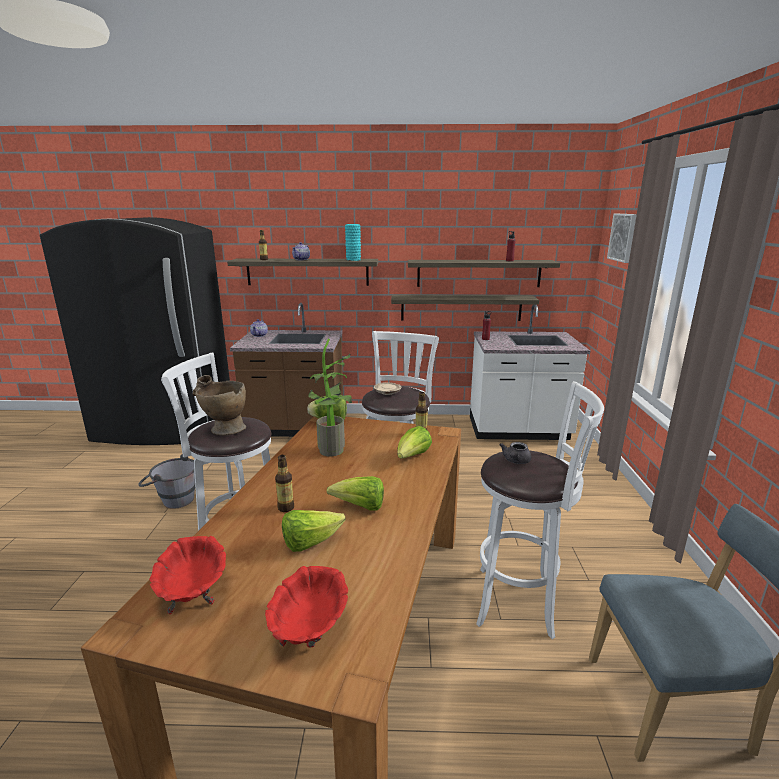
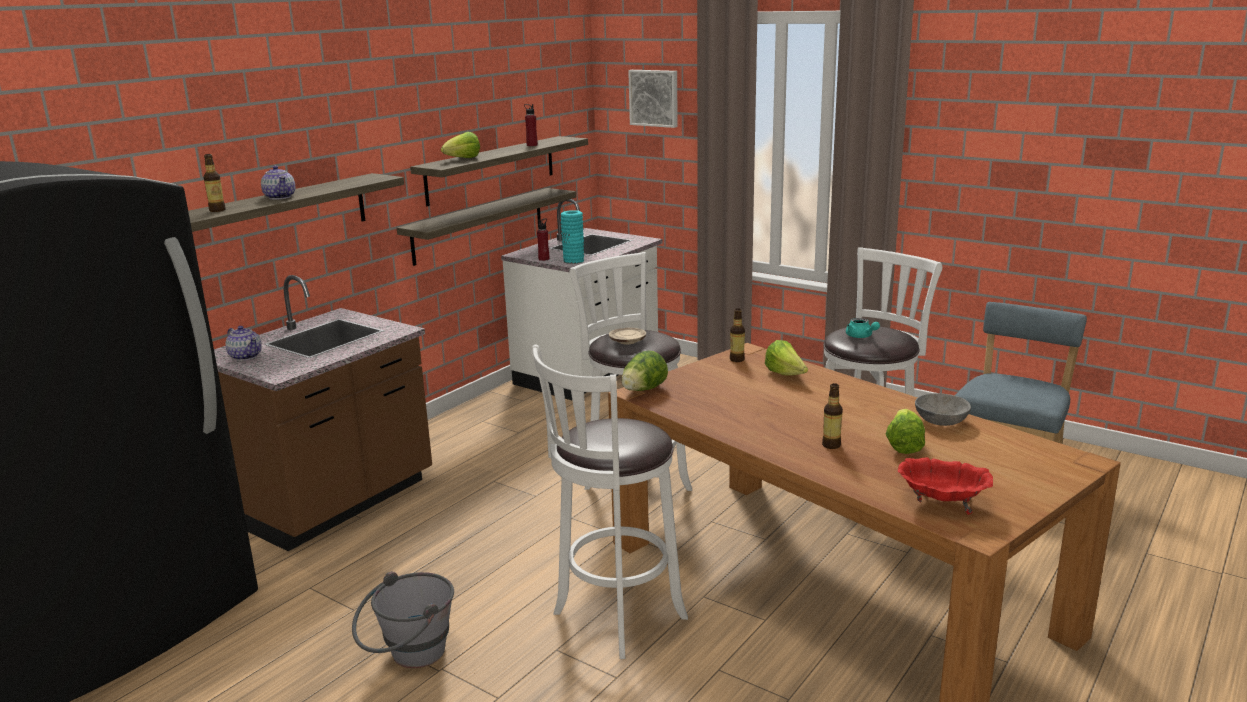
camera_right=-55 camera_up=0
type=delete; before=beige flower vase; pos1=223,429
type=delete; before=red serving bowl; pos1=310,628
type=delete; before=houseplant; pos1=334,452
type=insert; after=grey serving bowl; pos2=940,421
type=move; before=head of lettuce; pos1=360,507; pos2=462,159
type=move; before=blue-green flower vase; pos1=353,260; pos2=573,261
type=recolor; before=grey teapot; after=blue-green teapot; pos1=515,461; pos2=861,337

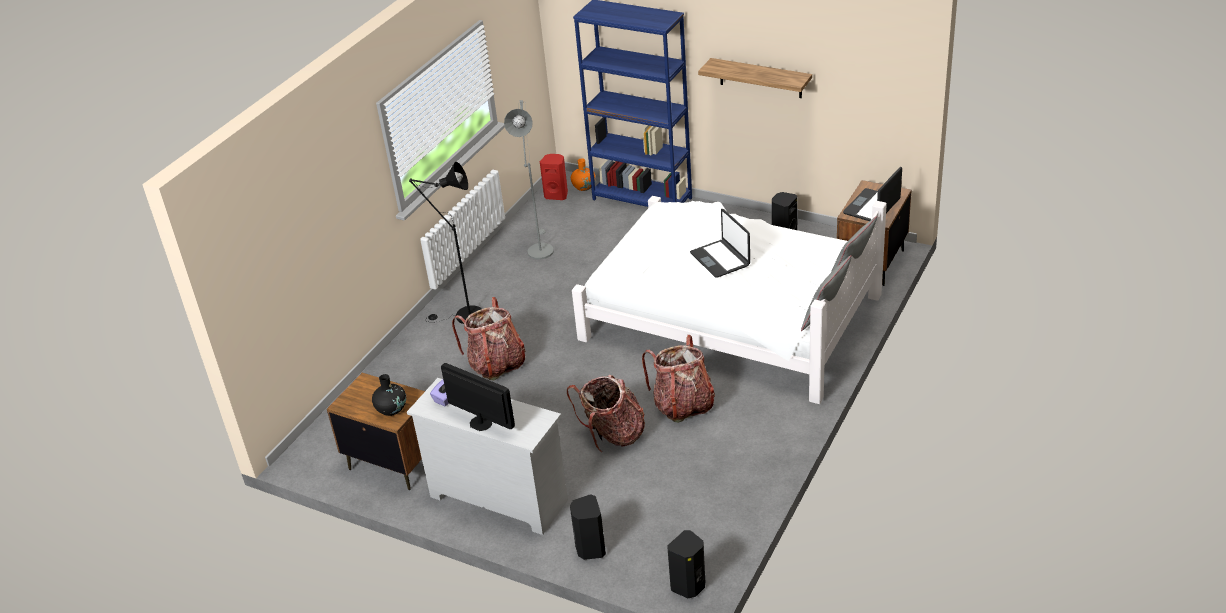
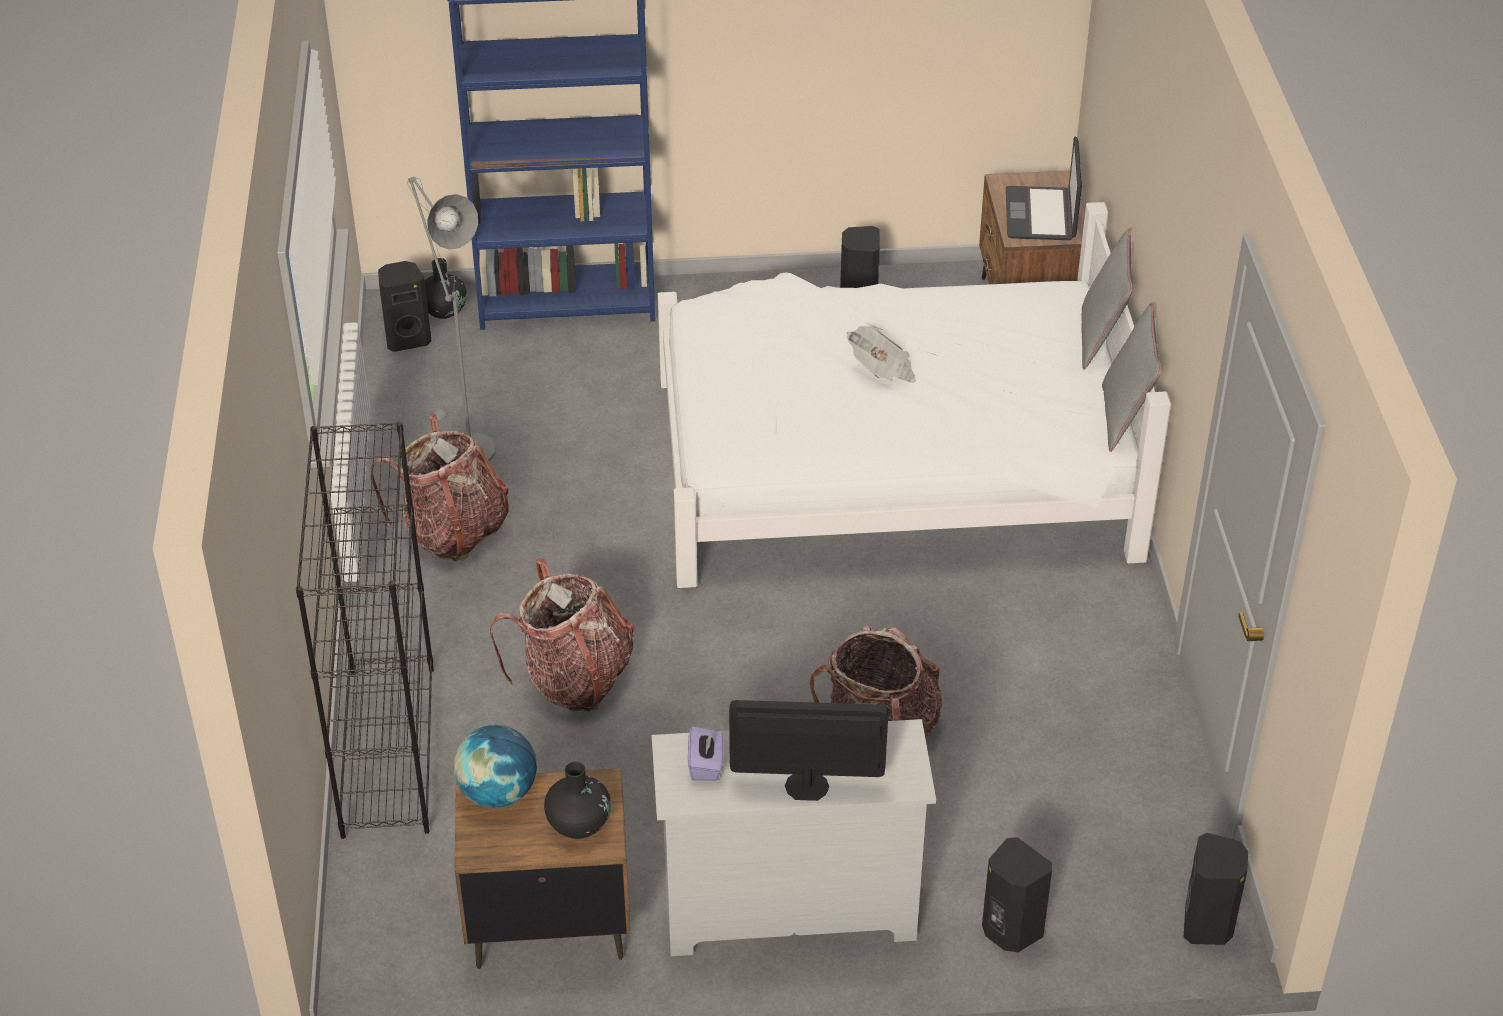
camera_right=-35 camera_up=5
type=delete; before=blackish standing lamp; pos1=464,316
type=delete; before=bracket shelf; pos1=760,78
type=insert; after=blackish bookshelf; pos2=387,749
type=insert; after=desk globe; pos2=498,793
type=move; before=rucksack; pos1=683,405; pos2=452,532
type=replace; before=portable computer; after=newspaper; pos1=720,259; pos2=882,371
type=recolor; before=red loudspeaker; after=blackish loudspeaker; pos1=557,195; pos2=407,339
type=recolor; before=orange-coloured flower vase; after=blackish flower vase; pos1=584,187; pos2=444,310

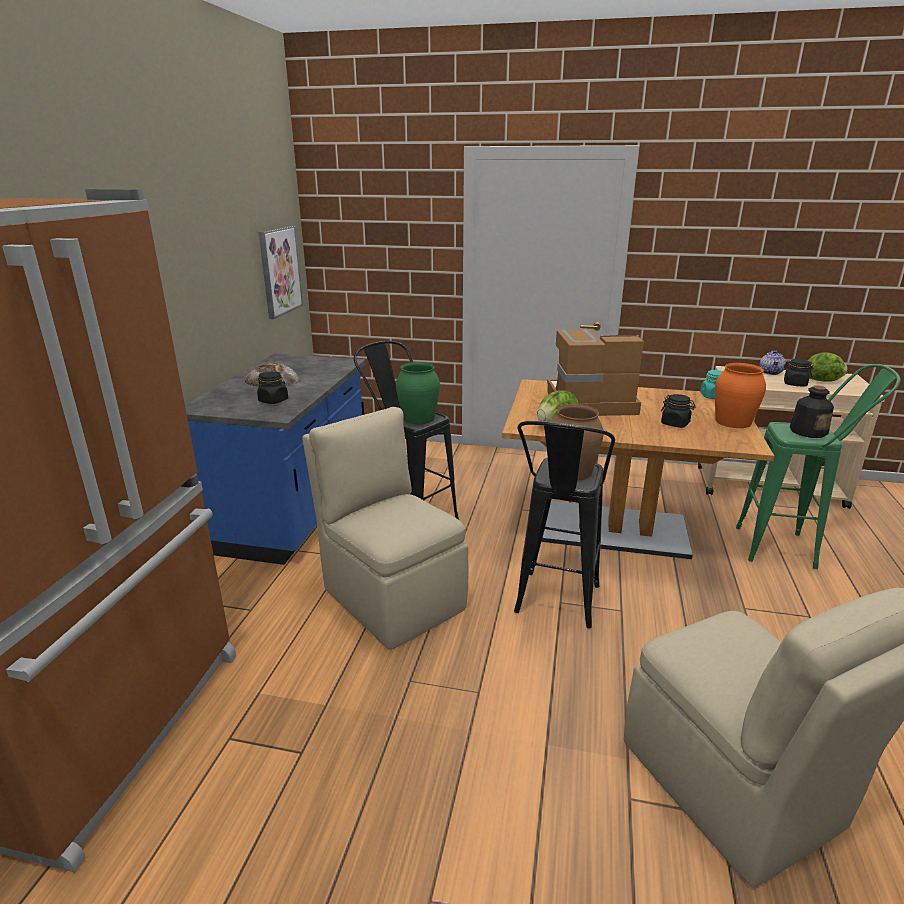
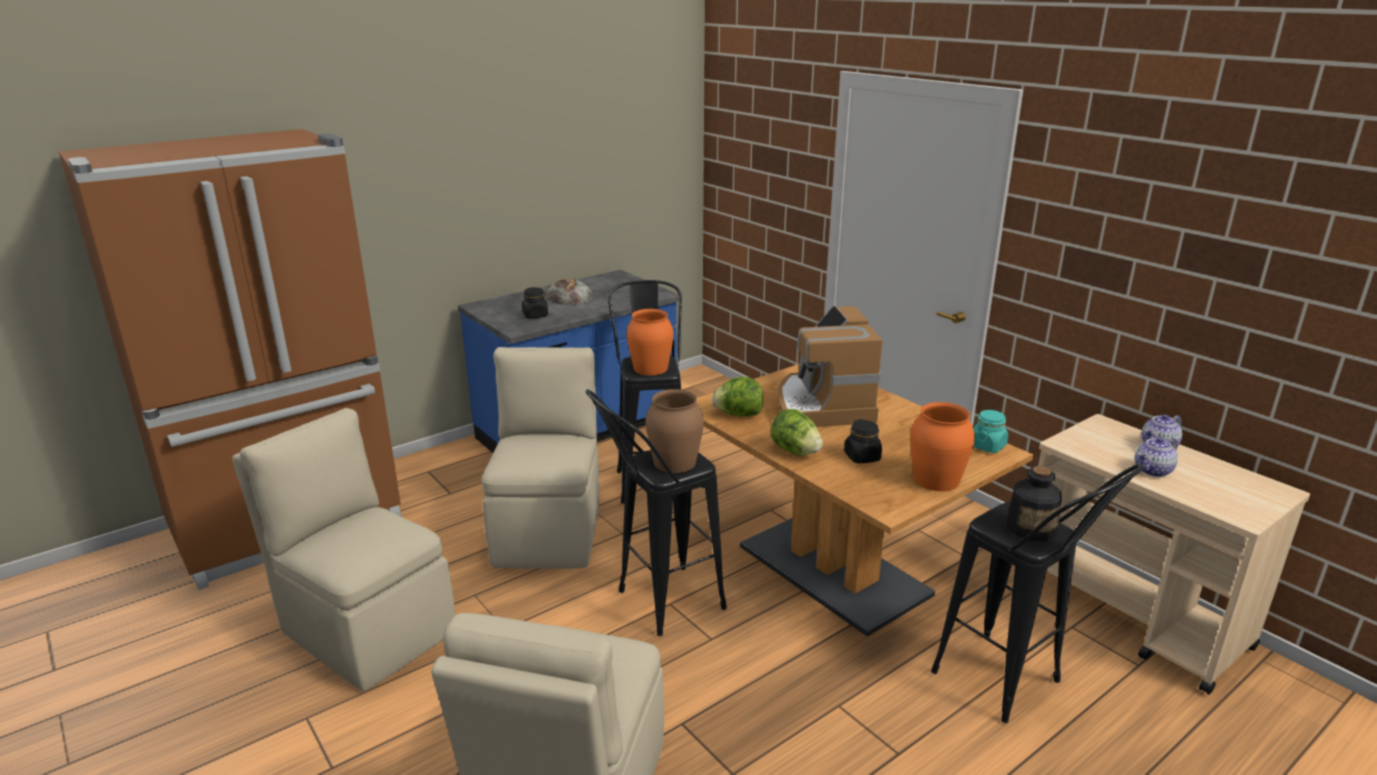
camera_right=40 camera_up=0
type=delete; before=wall art; pos1=279,271
type=insert; after=beige upright chair; pos2=366,629
type=move; before=head of lettuce; pos1=823,381; pos2=795,452
type=replace; before=blackish storage jar; after=teapot; pos1=794,384; pos2=1153,471
type=recolor; before=green flower vase; after=orange-coloured flower vase; pos1=418,418; pos2=650,368
type=recolor; before=green stool seat; after=blackish stool seat; pos1=789,549; pos2=1011,688
type=rotate; before=coffee brewer; pos1=589,403; pos2=822,405; turn=-135

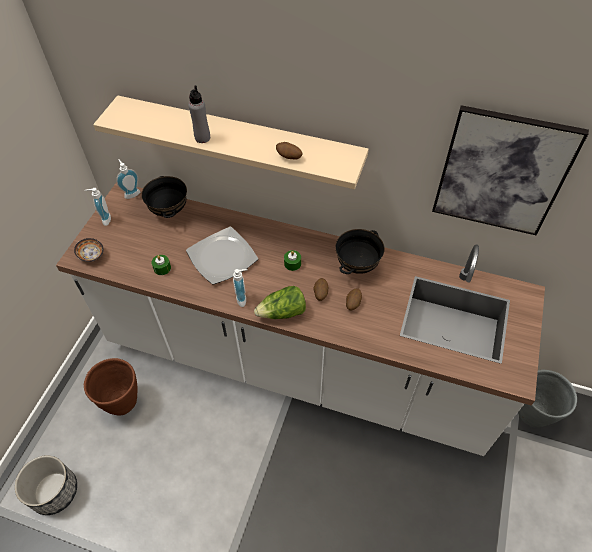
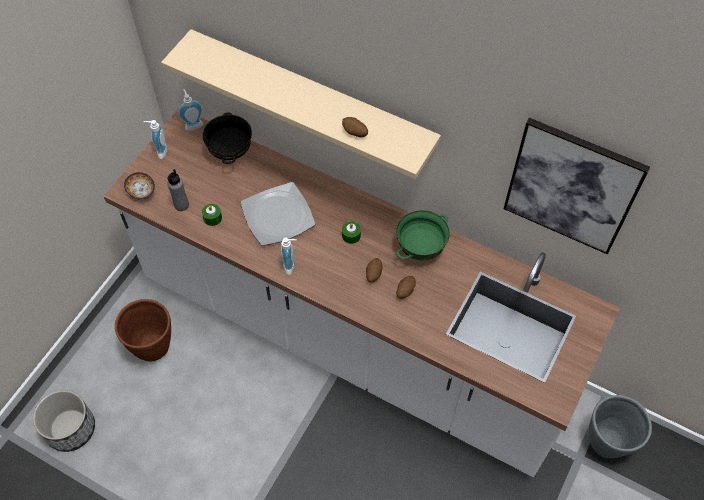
camera_right=10 camera_up=5
type=delete; before=head of lettuce; pos1=282,312
type=move; before=grey bottle; pos1=202,138; pos2=181,205
type=recolor; before=blackish serving bowl; after=green serving bowl; pos1=357,266; pos2=421,250

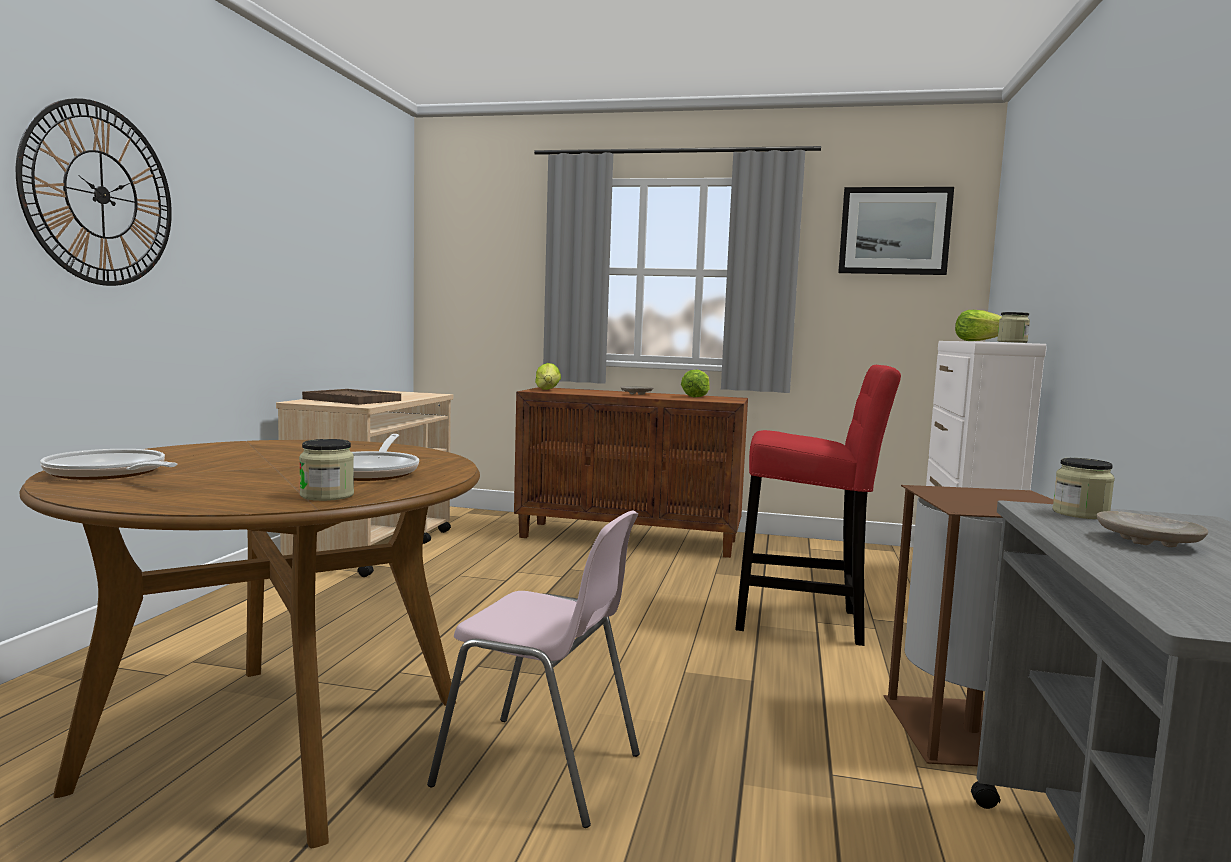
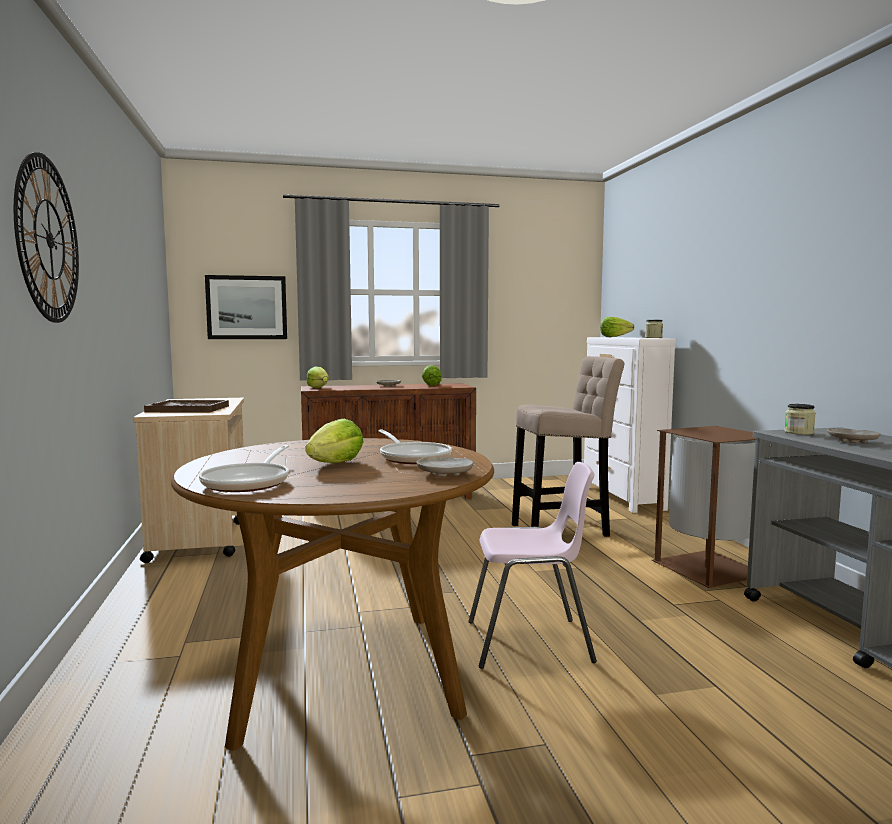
camera_right=-25 camera_up=0
type=insert; after=head of lettuce; pos2=336,464
type=move; before=wall art; pos1=894,231; pos2=247,307
type=replace; before=storage jar; after=beige plate; pos1=327,495; pos2=445,474
type=recolor; before=red stool seat; after=beige stool seat; pos1=806,623; pos2=564,529
type=rotate; before=skillet; pos1=110,474; pos2=249,482; turn=-90

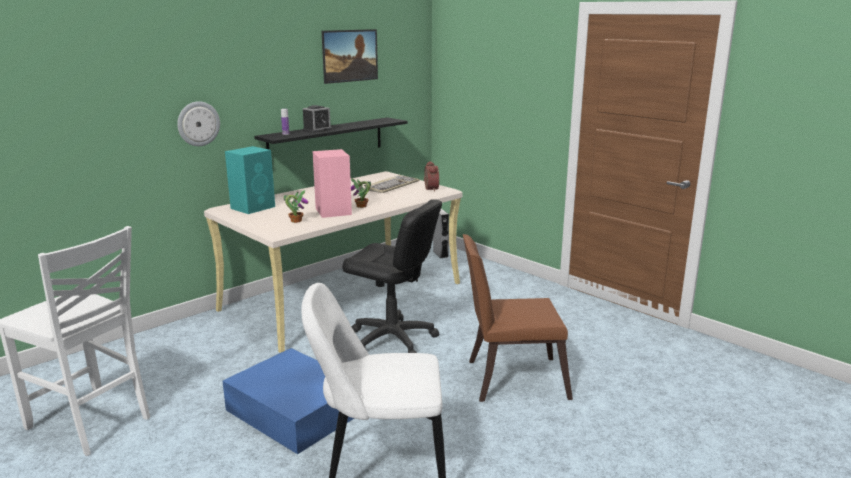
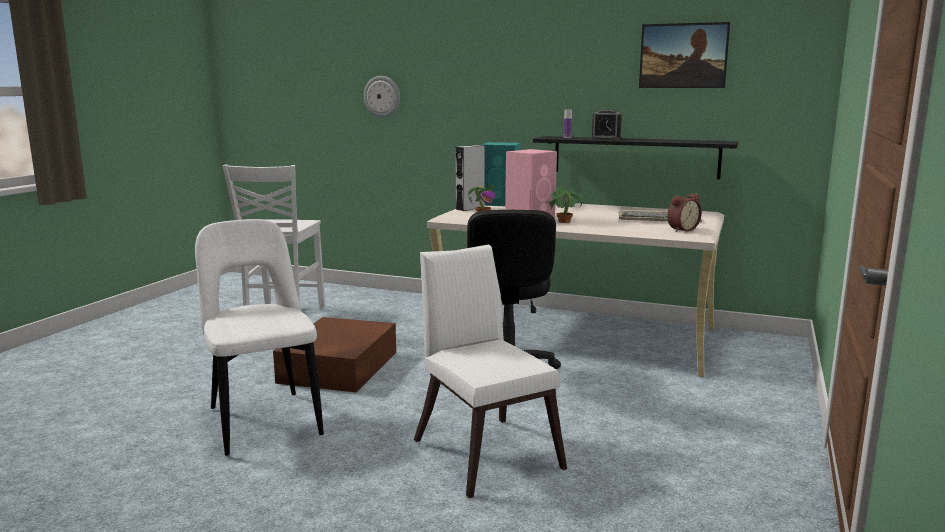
camera_right=65 camera_up=-5
type=move; before=hanging clock; pos1=198,123; pos2=382,96
type=move; before=grey loudspeaker; pos1=440,254; pos2=470,208
type=recolor; before=bluish storage box; after=brown storage box; pos1=295,412; pos2=337,367
type=recolor; before=brown upright chair; after=whitish upright chair; pos1=509,379; pos2=484,450

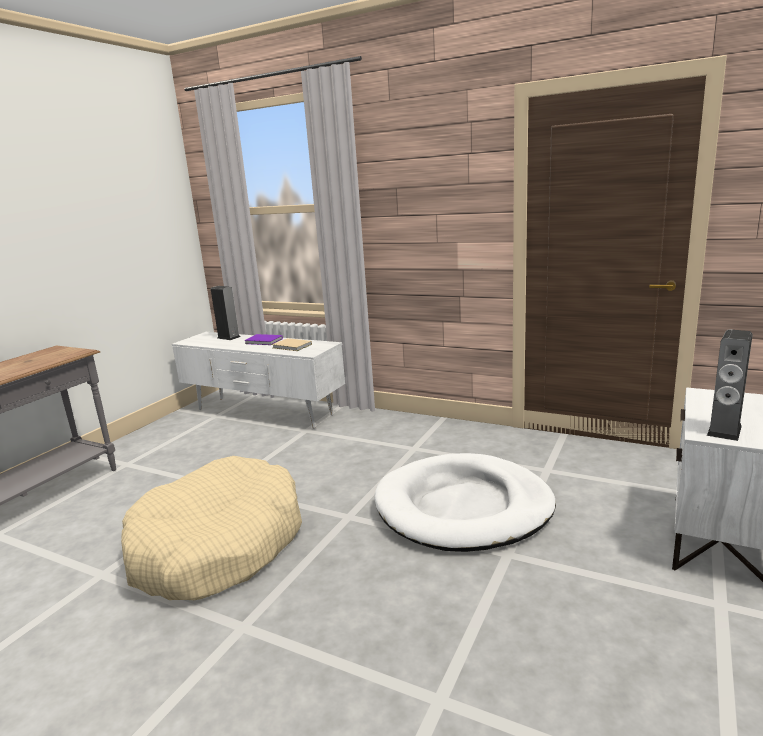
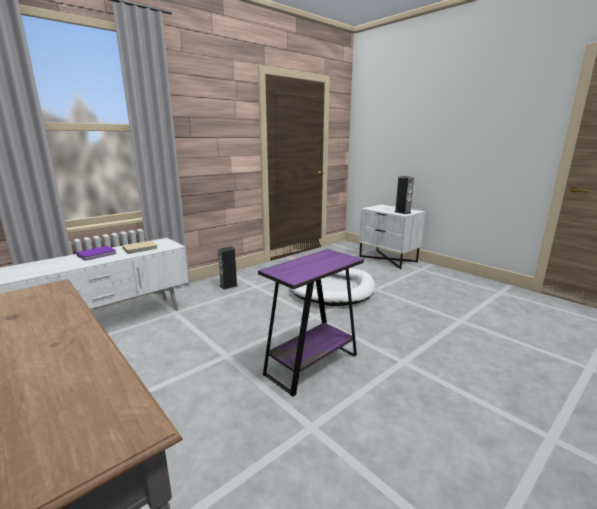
camera_right=-70 camera_up=0
type=move; before=loudspeaker; pos1=228,337; pos2=228,286
type=replace; before=beige dog cushion; after=purple side table; pos1=218,546; pos2=311,364

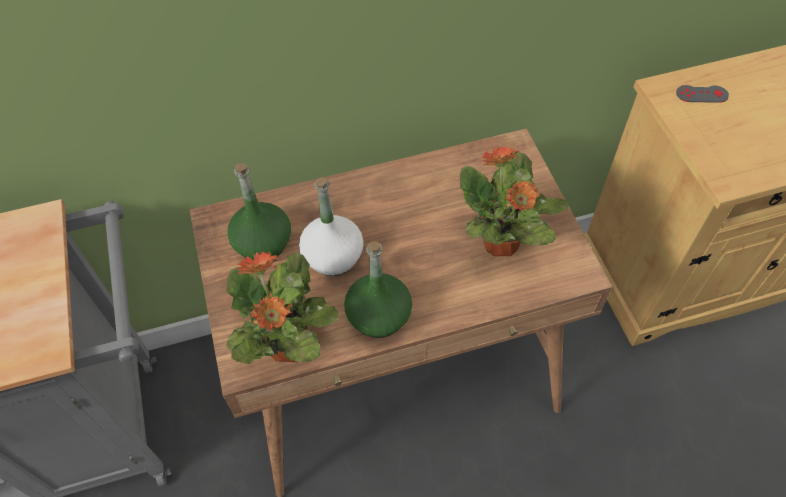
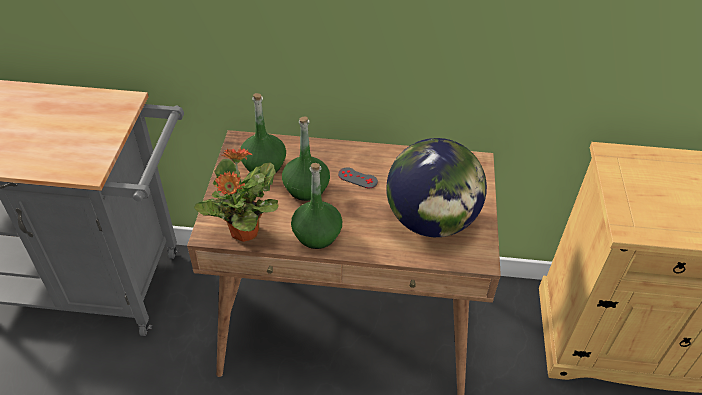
camera_right=20 camera_up=-10
type=move; before=grey gamepad; pos1=702,94; pos2=357,178
type=replace; before=houseplant; after=desk globe; pos1=501,244; pos2=430,220
type=recolor; before=whitish bottle; after=green bottle; pos1=332,256; pos2=306,188

